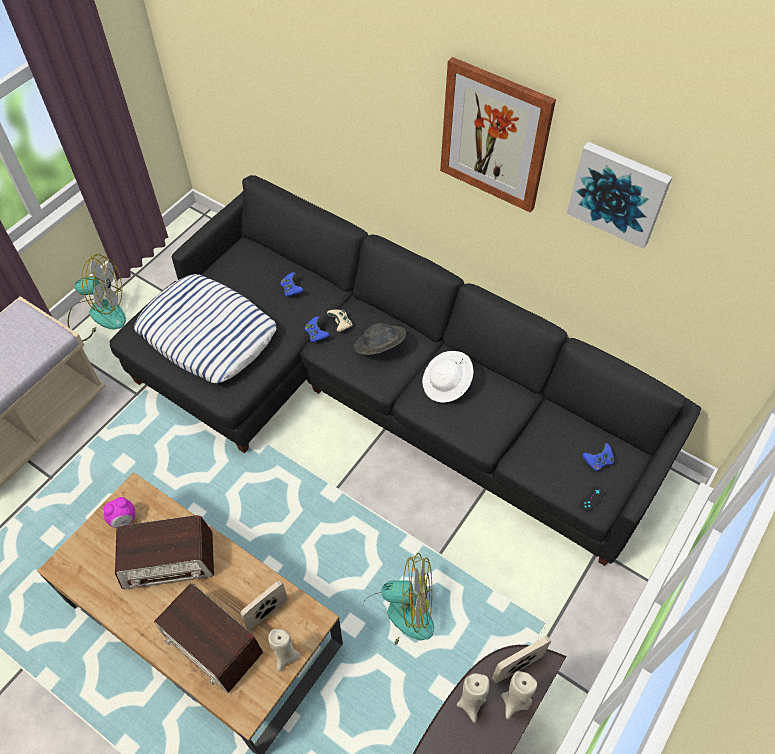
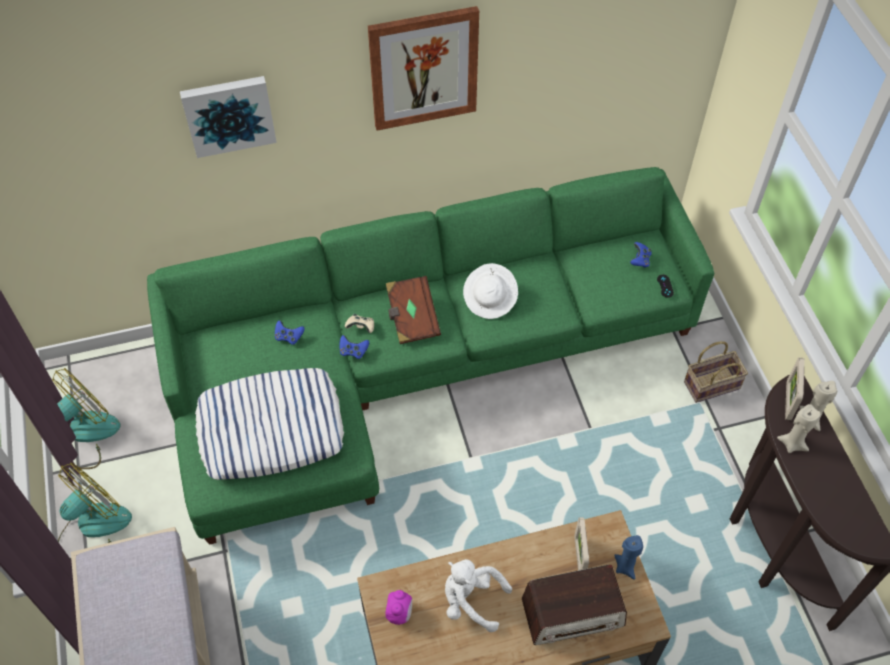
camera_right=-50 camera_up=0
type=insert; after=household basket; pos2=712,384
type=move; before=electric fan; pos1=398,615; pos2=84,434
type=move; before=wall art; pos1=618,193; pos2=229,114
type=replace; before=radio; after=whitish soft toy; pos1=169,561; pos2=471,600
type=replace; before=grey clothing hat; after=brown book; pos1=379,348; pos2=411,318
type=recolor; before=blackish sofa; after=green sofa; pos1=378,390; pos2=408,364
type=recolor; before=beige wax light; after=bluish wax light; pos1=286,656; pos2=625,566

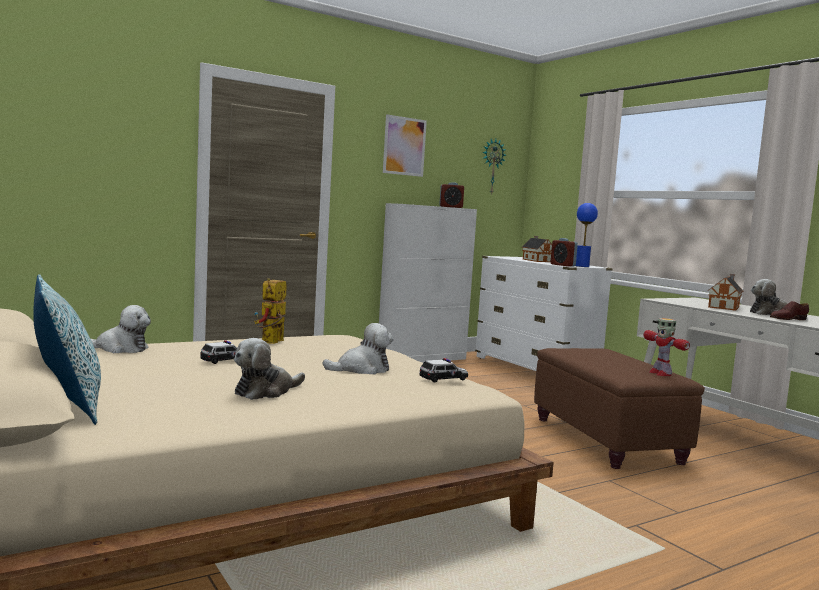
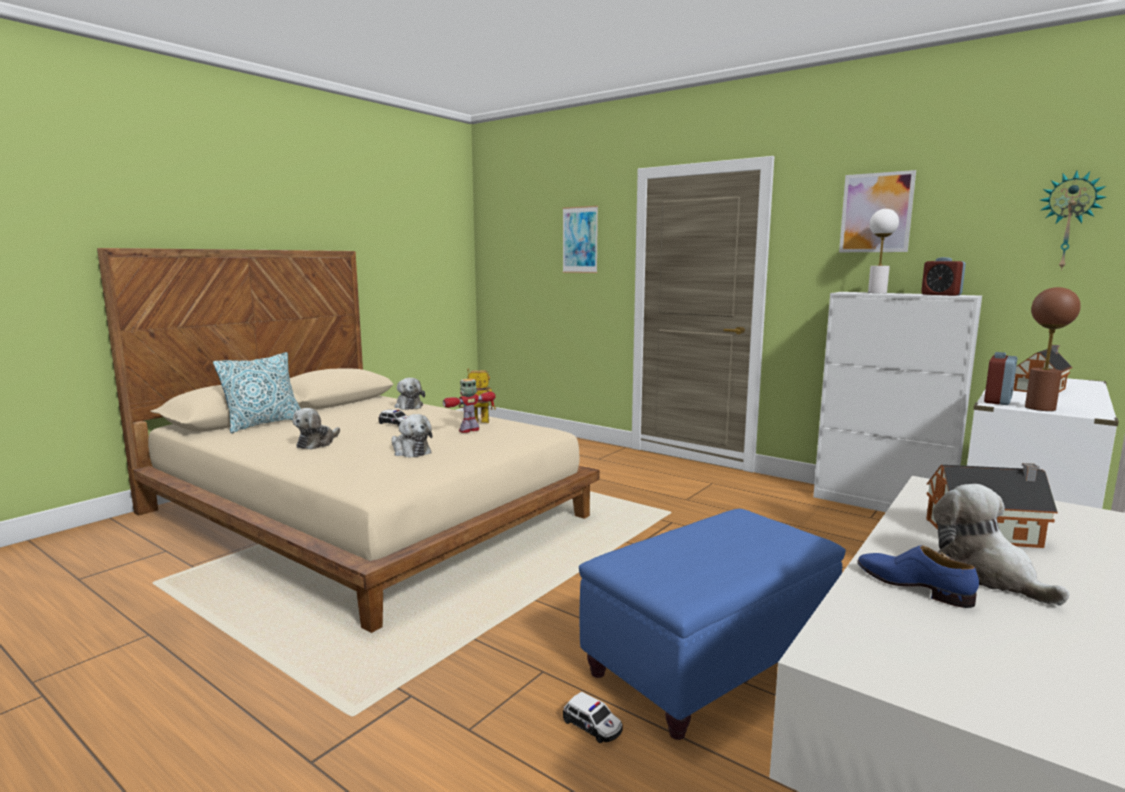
camera_right=70 camera_up=5
type=insert; after=wall art; pos2=580,240
type=insert; after=whitish lamp for a table; pos2=877,292
type=move; before=toy car; pos1=444,378; pos2=592,725
type=move; before=robot figure; pos1=660,373; pos2=469,430
type=recolor; before=brown pouffe; after=bluish pouffe; pos1=606,440; pos2=709,661
type=recolor; before=bluish lamp for a table; after=brown lamp for a table; pos1=582,266; pos2=1039,408
type=recolor; before=brown item of footwear; after=bluish item of footwear; pos1=788,319; pos2=913,586
type=rotate; before=soft toy; pos1=266,391; pos2=317,443; turn=-90

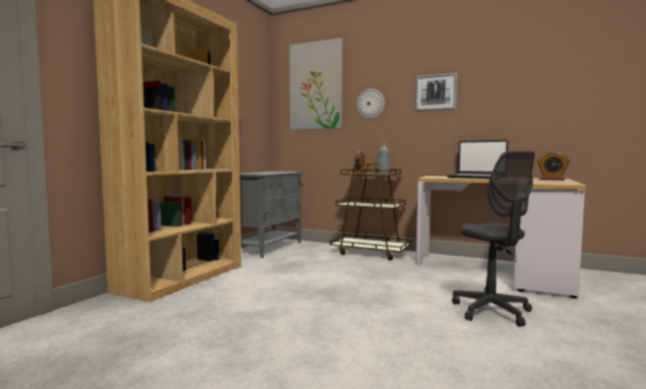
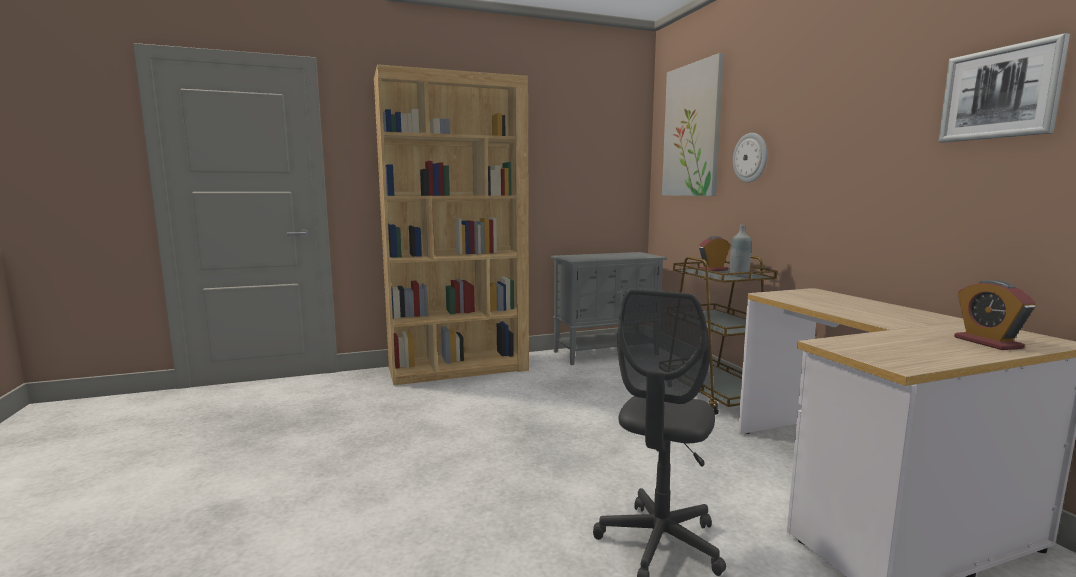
camera_right=45 camera_up=5
type=delete; before=portable computer; pos1=476,177
type=move; before=wall art; pos1=435,92; pos2=999,93

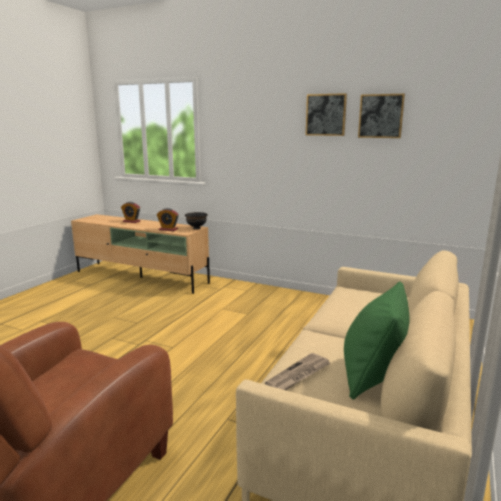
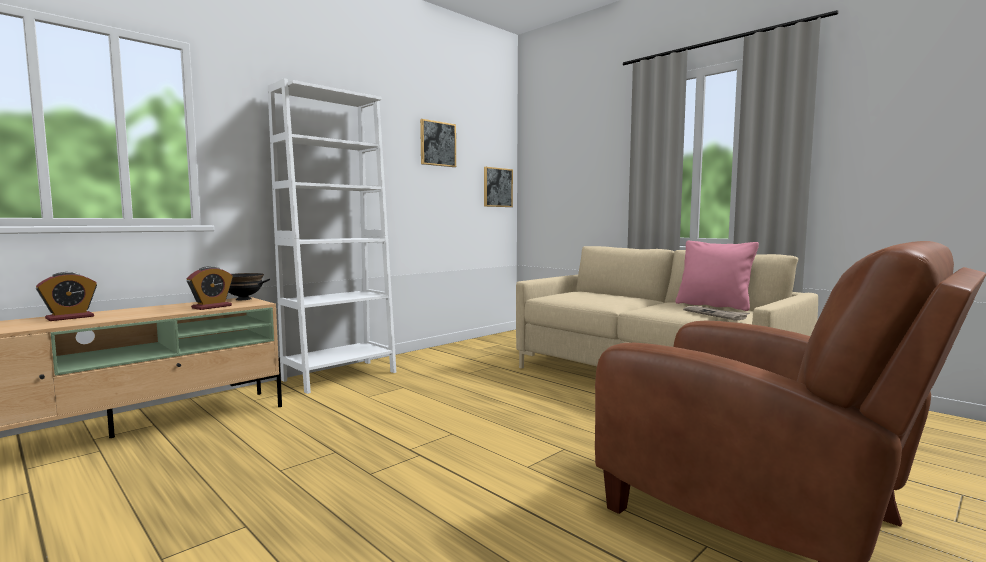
camera_right=-70 camera_up=-10
type=insert; after=whitish bookshelf; pos2=340,376
type=move; before=wall art; pos1=326,115; pos2=497,187
type=recolor; before=green cushion; after=pinkish cushion; pos1=372,376; pos2=713,306

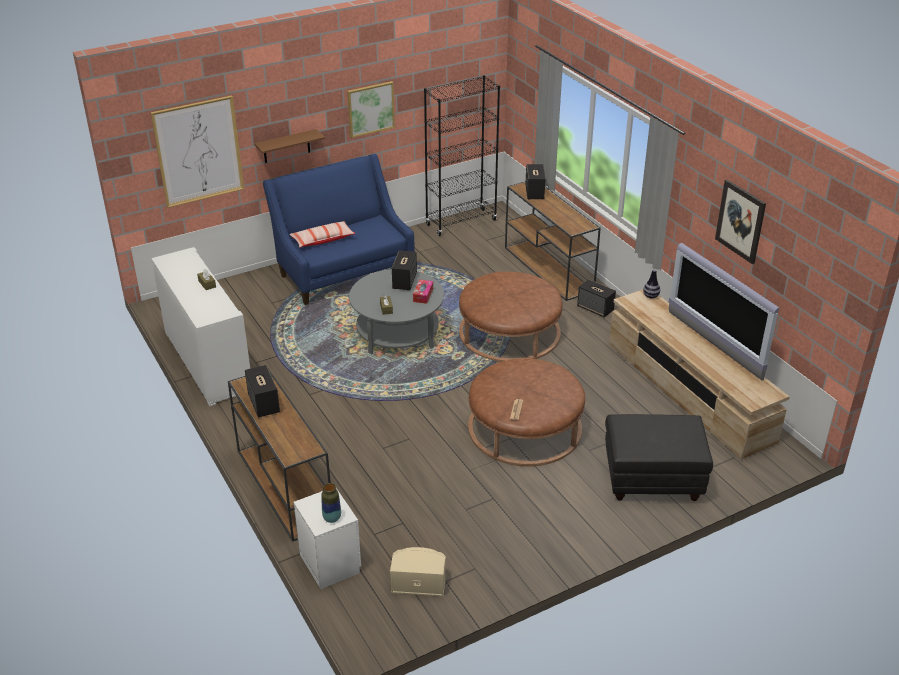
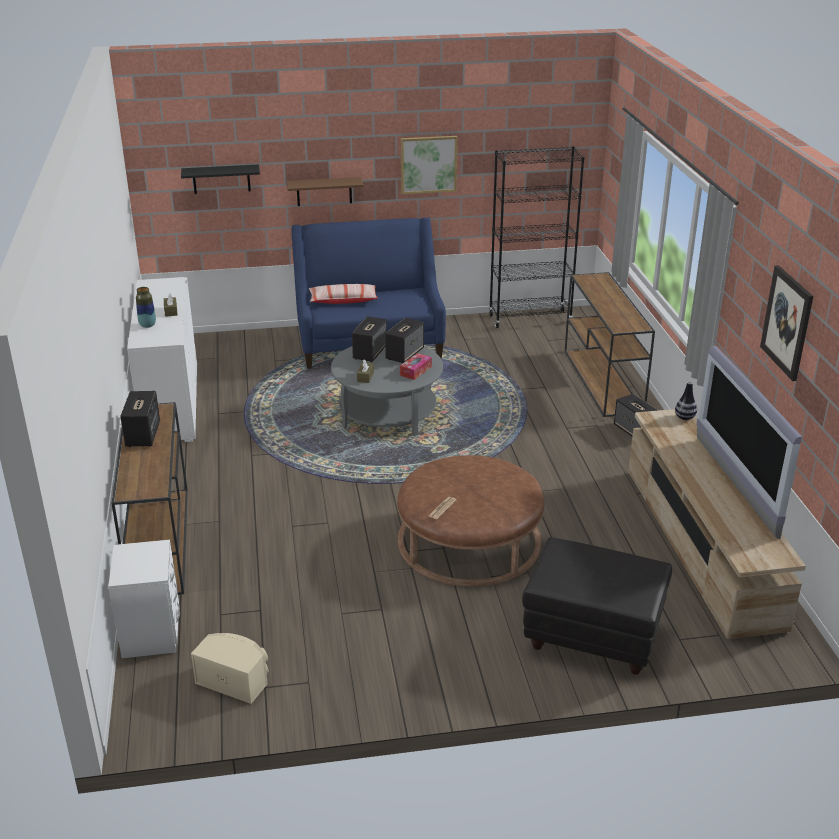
camera_right=20 camera_up=-5
type=delete; before=brown pouffe; pos1=509,332
type=move; before=flower vase; pos1=332,518; pos2=147,325
type=move; before=loudspeaker; pos1=534,192; pos2=370,352
type=replace; before=wall art; after=blackish bracket shelf; pos1=198,151; pos2=221,179

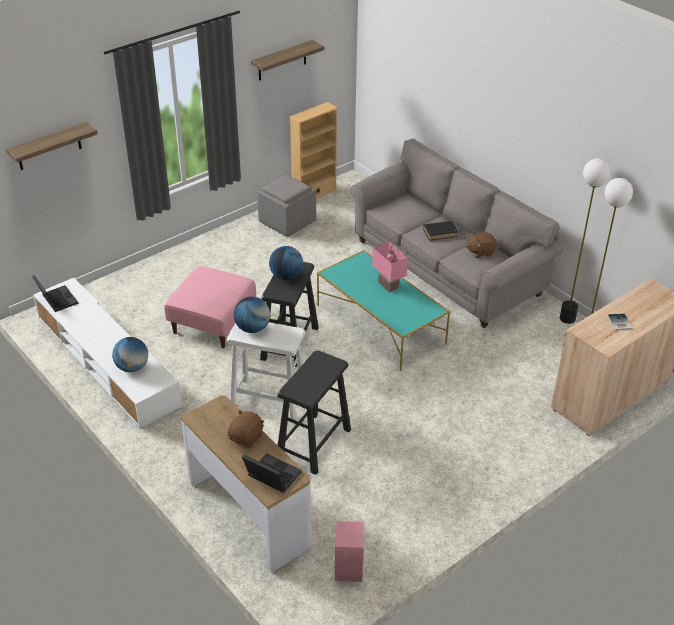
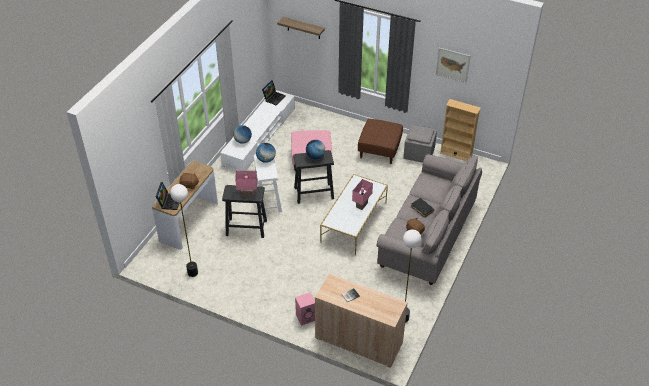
camera_right=65 camera_up=5
type=insert; after=pinkish lamp for a table; pos2=247,194
type=insert; after=brown pouffe; pos2=379,149
type=move; before=pinkish loudspeaker; pos1=348,567; pos2=306,317
type=move; before=standing lamp; pos1=567,318; pos2=192,273
type=replace; before=bracket shelf; after=wall art; pos1=282,61; pos2=452,65
type=recolor; before=blue-green lounge table; after=whitish lounge table; pos1=381,324; pos2=353,222

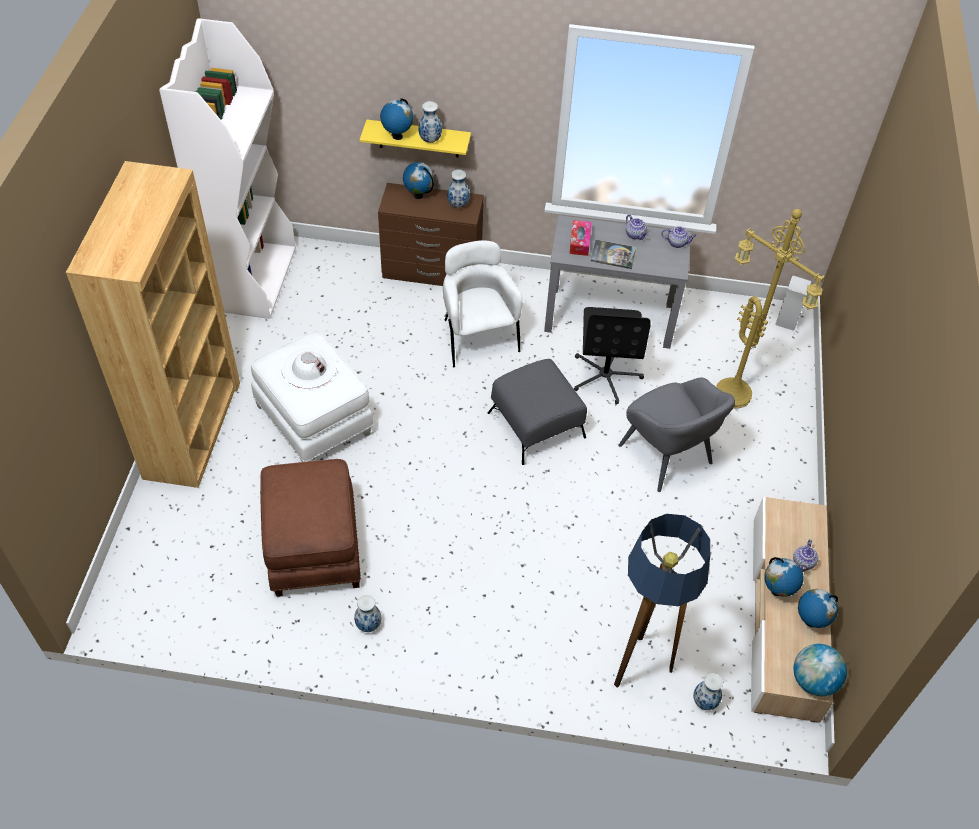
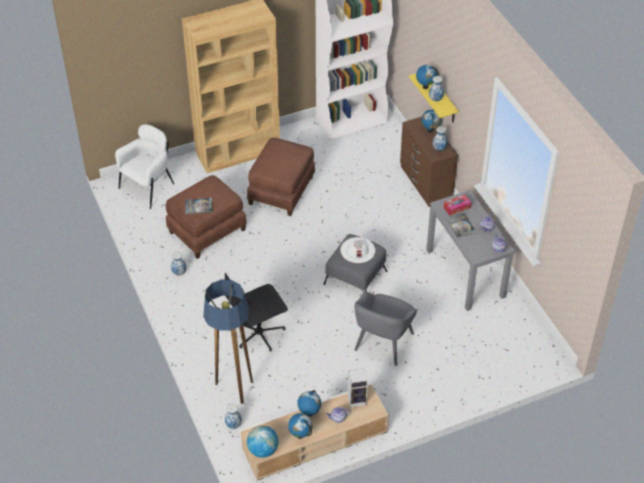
camera_right=60 camera_up=-5
type=delete; before=yellow-coloured standing lamp; pos1=735,393
type=insert; after=book; pos2=198,206
type=move; before=whitish clothing hat; pos1=309,367; pos2=357,250
type=move; before=whitish armchair; pos1=477,337; pos2=148,187
type=move; before=blackish computer chair; pos1=606,375; pos2=259,333
type=move; before=loudspeaker; pos1=786,319; pos2=357,399
type=recolor; before=whitish pouffe; after=brown pouffe; pos1=315,419; pos2=282,191

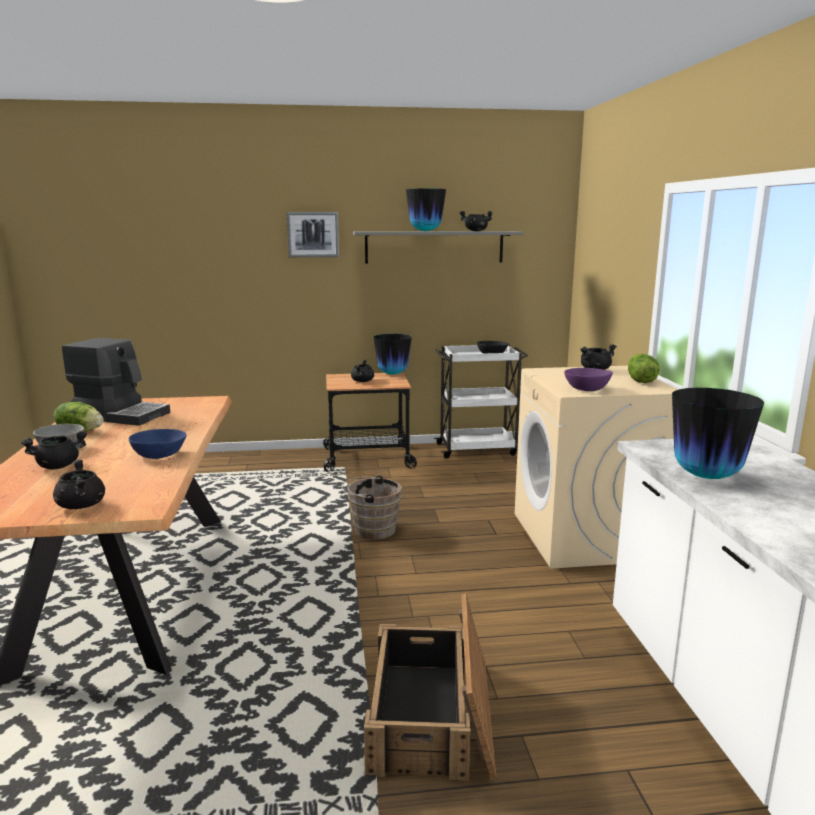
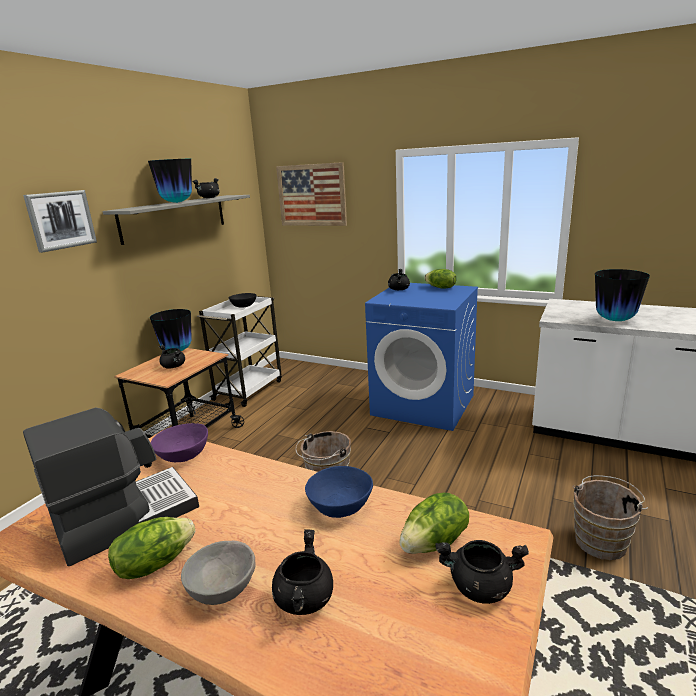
camera_right=-55 camera_up=5
type=insert; after=wall art; pos2=311,195
type=insert; after=head of lettuce; pos2=435,542
type=move; before=purple serving bowl; pos1=586,389; pos2=183,455
type=replace; before=crate; after=brown pail; pos1=433,716; pos2=601,540
type=recolor; before=beige washing machine; after=bluish washing machine; pos1=584,536; pos2=424,405

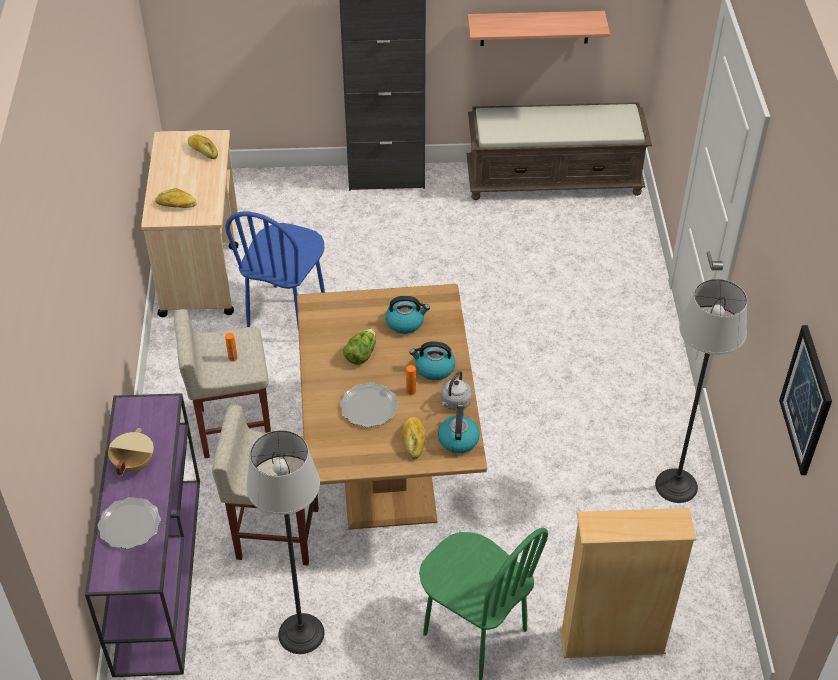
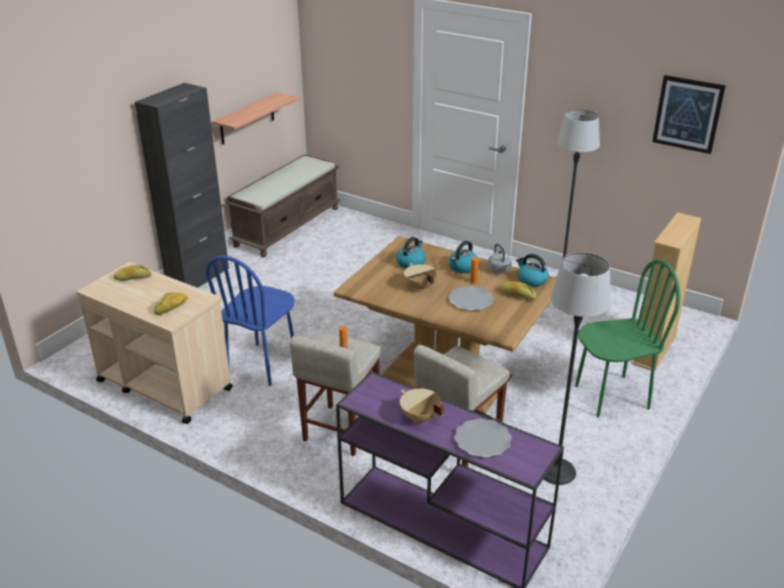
camera_right=-55 camera_up=-15
type=replace; before=head of lettuce; after=beige cooking pot; pos1=361,354; pos2=419,287
type=rotate; before=bluish upright chair; pos1=287,313; pos2=262,364; turn=60

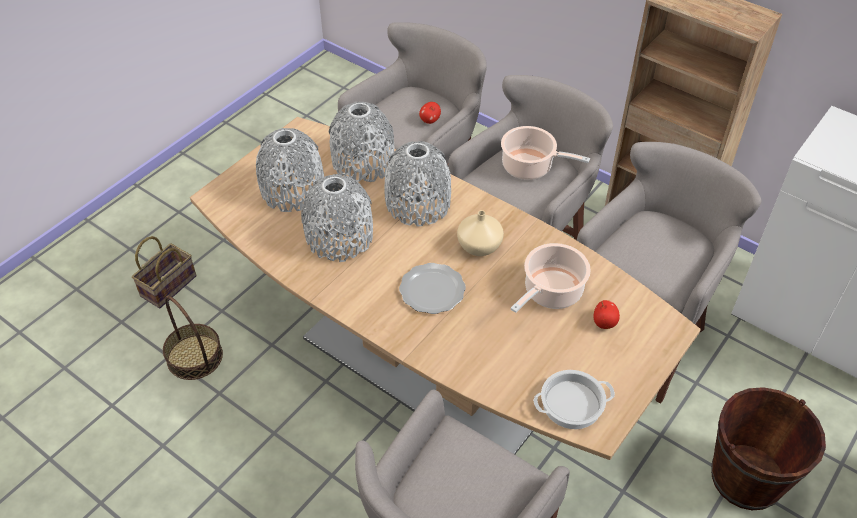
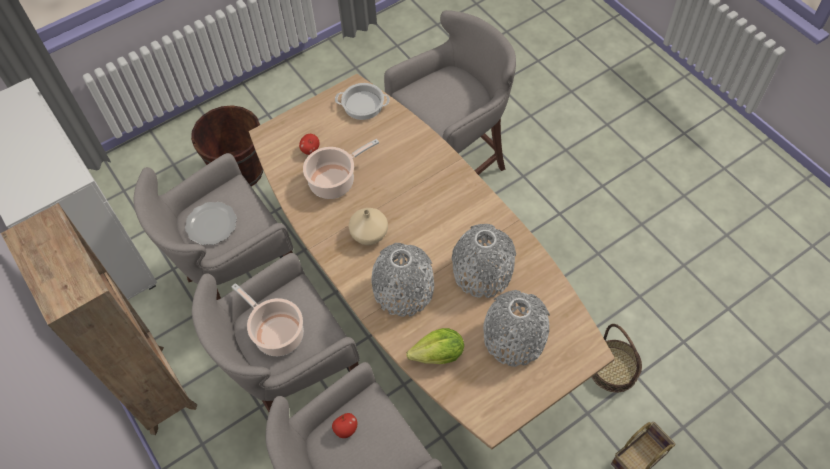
camera_right=-160 camera_up=10
type=move; before=plate; pos1=432,289; pos2=211,225
type=replace; before=grey flower vase; after=head of lettuce; pos1=363,163; pos2=438,355

